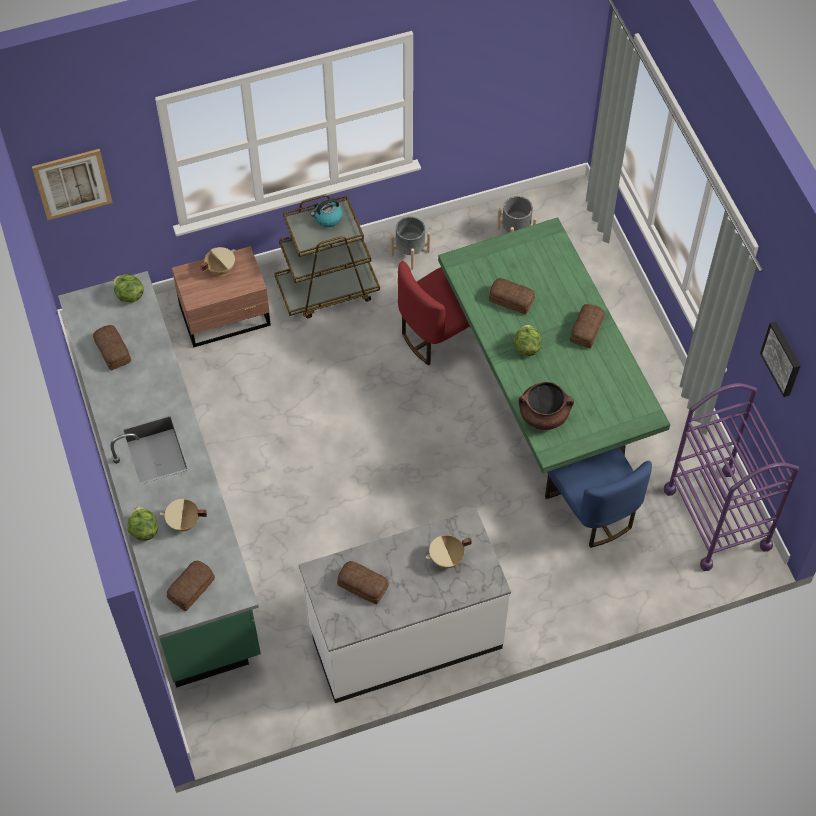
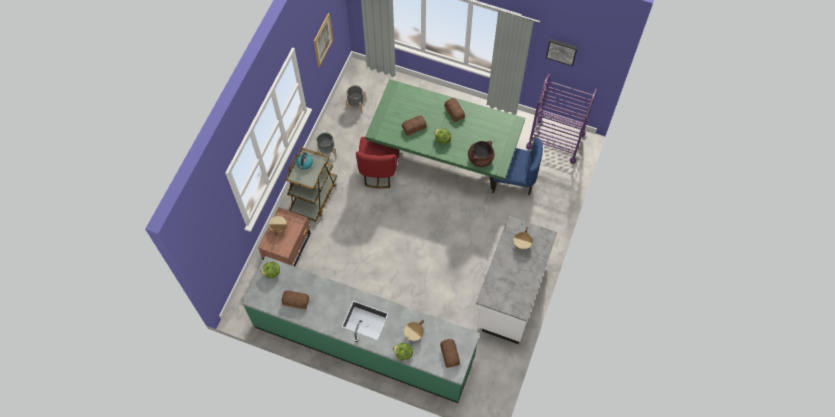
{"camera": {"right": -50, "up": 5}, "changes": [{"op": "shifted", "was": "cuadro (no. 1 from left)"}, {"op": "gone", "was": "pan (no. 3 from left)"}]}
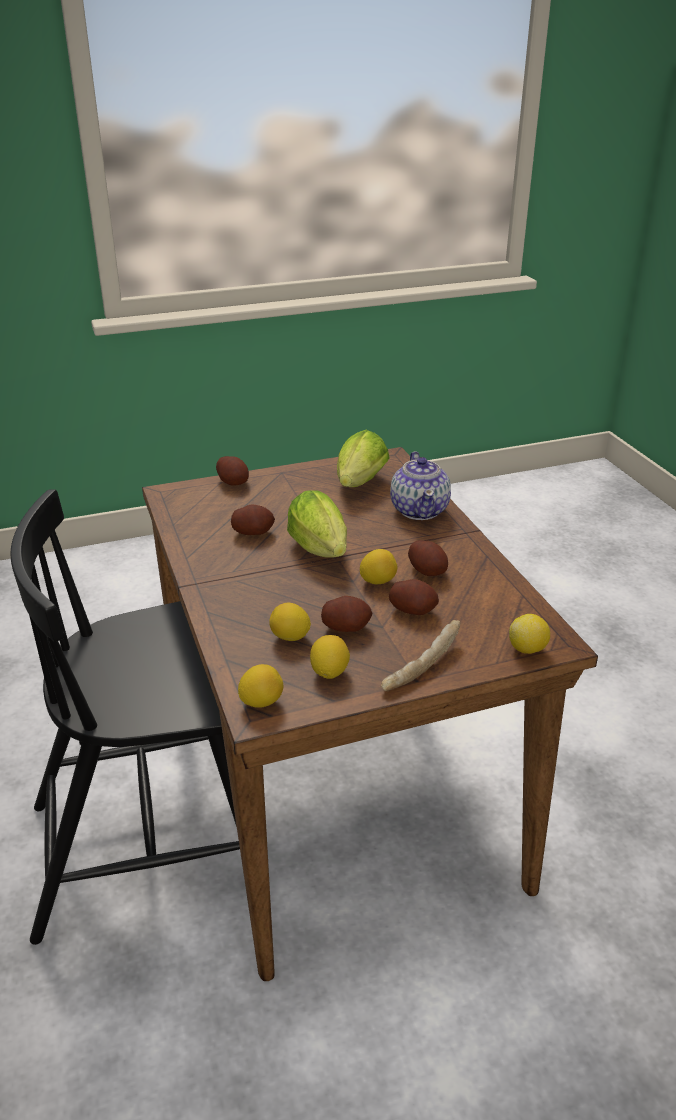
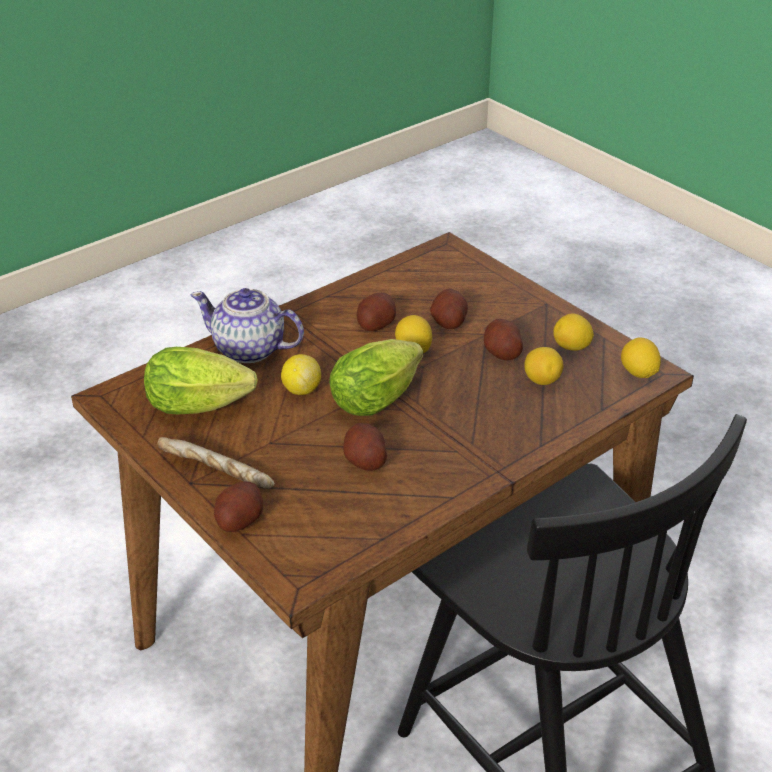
{"camera": {"right": -110, "up": 5}, "changes": [{"op": "rotated", "was": "tetera", "clockwise": -135}, {"op": "shifted", "was": "limón (no. 5 from left in the first image)", "now": "limón (no. 1 from left)"}, {"op": "shifted", "was": "pan"}]}
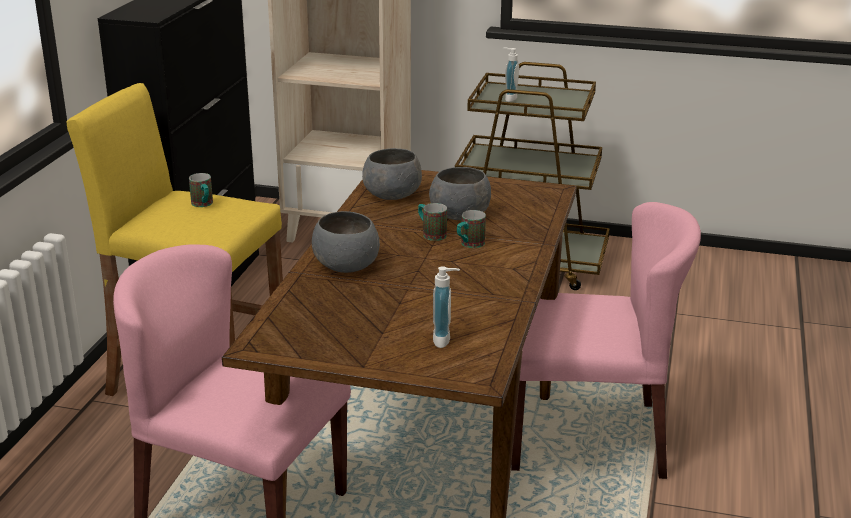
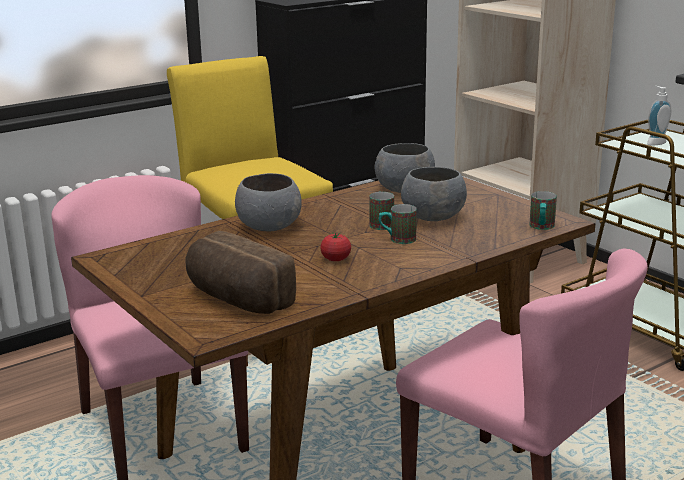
{"camera": {"right": 40, "up": -5}, "changes": [{"op": "shifted", "was": "taza grande (no. 1 from left in the first image)", "now": "taza grande (no. 3 from left)"}, {"op": "swapped", "was": "dispensador de jabón (no. 1 from left)", "now": "pan"}, {"op": "new", "now": "tomate"}]}
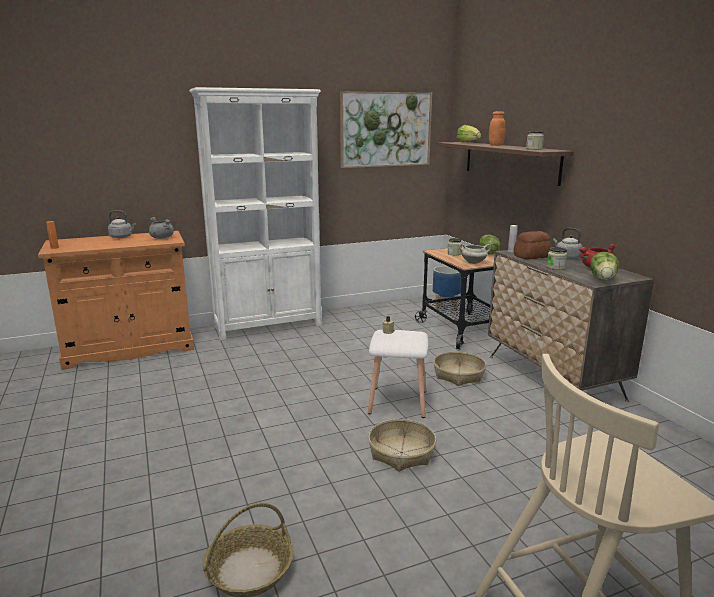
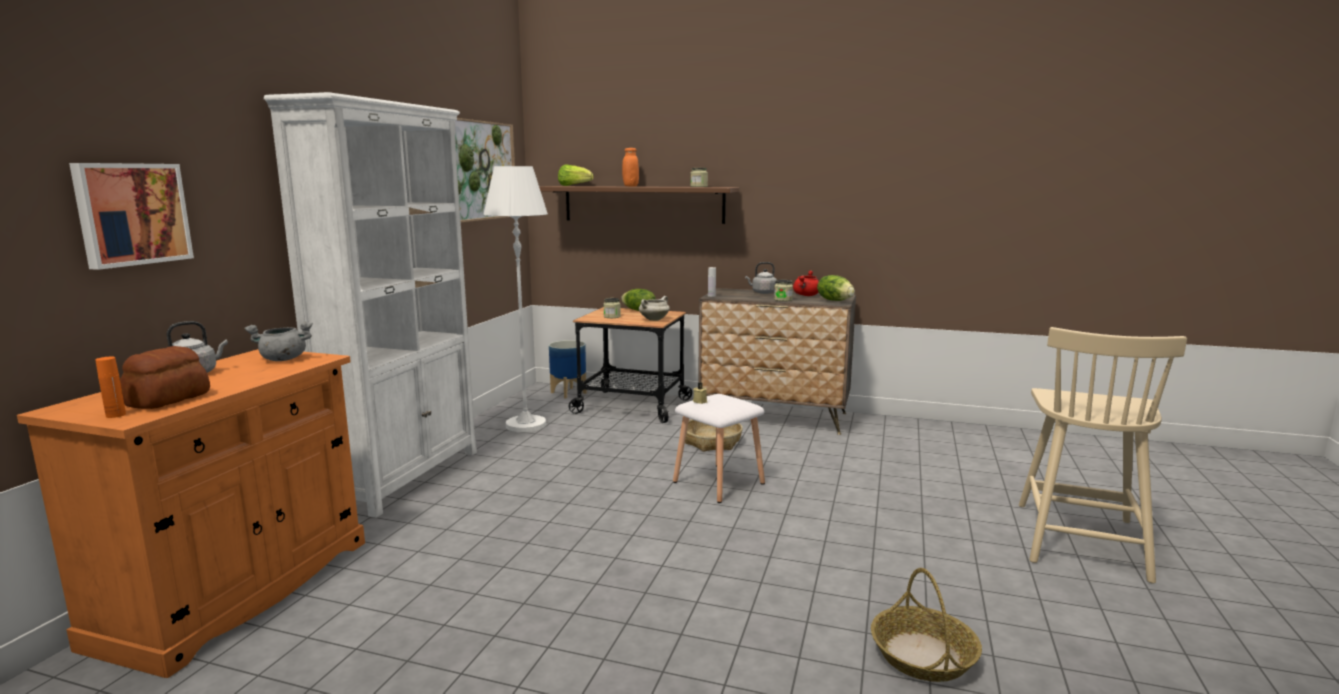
{"camera": {"right": -50, "up": -5}, "changes": [{"op": "shifted", "was": "pan"}, {"op": "gone", "was": "cesta (no. 2 from left)"}, {"op": "new", "now": "cuadro (no. 1 from left)"}, {"op": "new", "now": "lámpara de pie/blanco"}]}
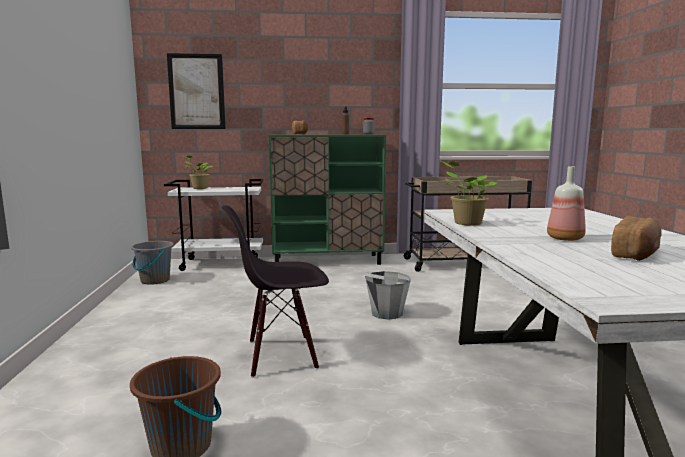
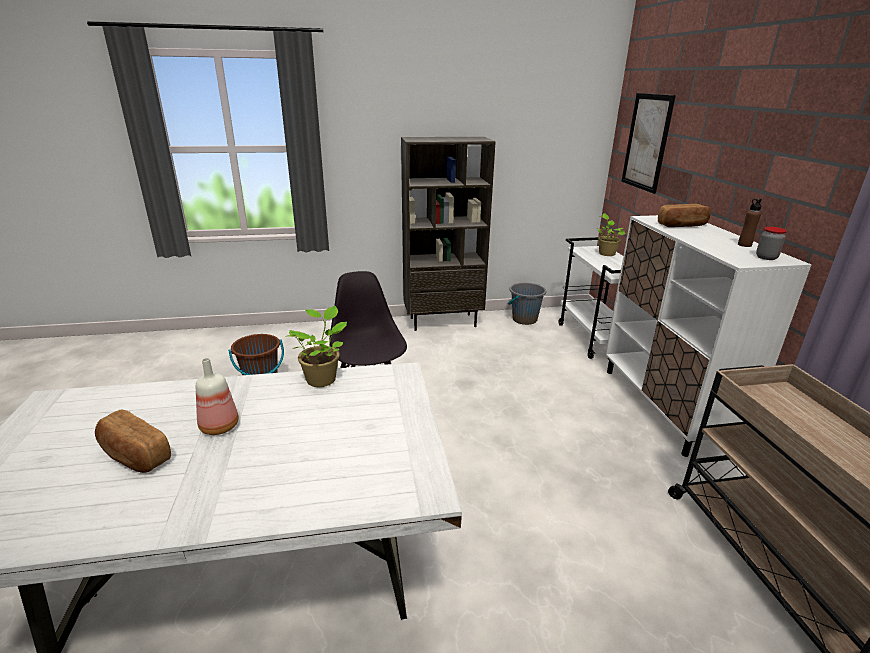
{"camera": {"right": 85, "up": 15}, "changes": [{"op": "repainted", "was": "armario/verde", "now": "armario/blanco"}, {"op": "gone", "was": "cubo/gris (no. 2 from left)"}, {"op": "new", "now": "estantería/marrón"}]}
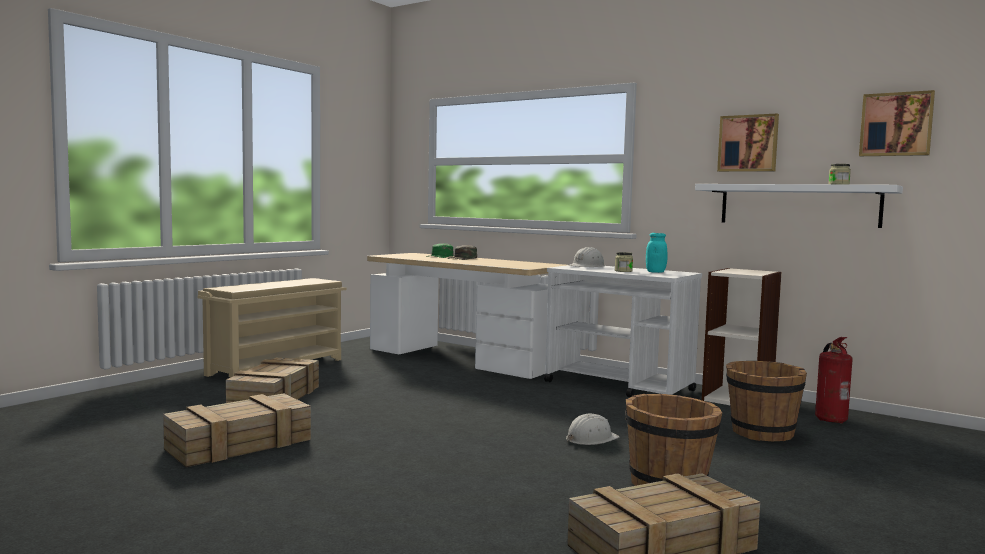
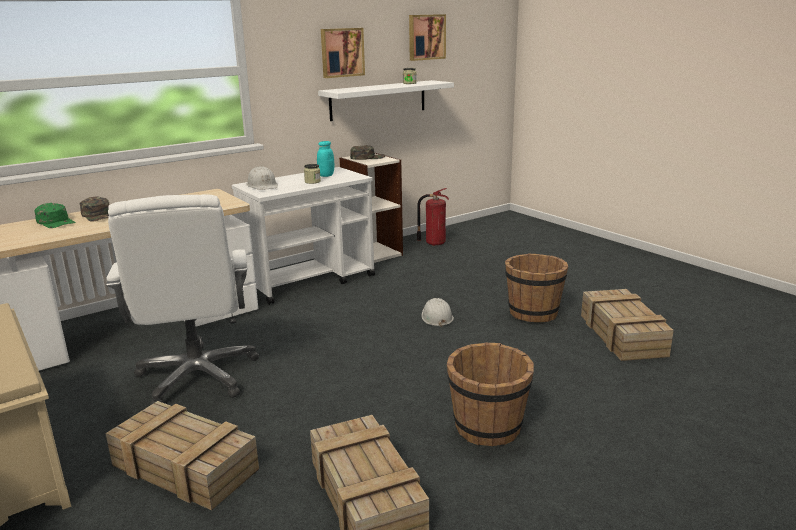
{"camera": {"right": -70, "up": 15}, "changes": [{"op": "shifted", "was": "cubo/marrón (no. 2 from left in the first image)", "now": "cubo/marrón (no. 1 from left)"}, {"op": "new", "now": "gorra/verde (no. 3 from left)"}, {"op": "new", "now": "silla de oficina/blanco"}]}
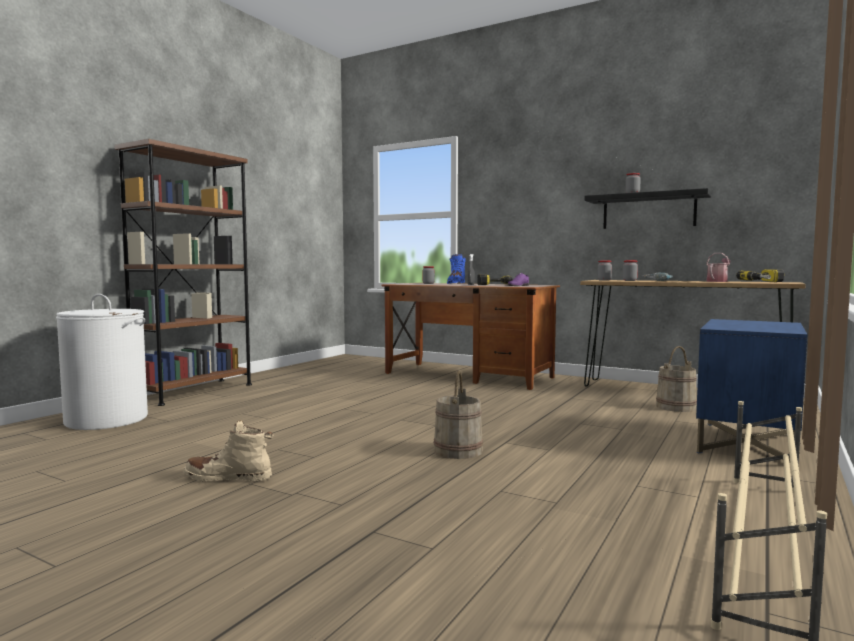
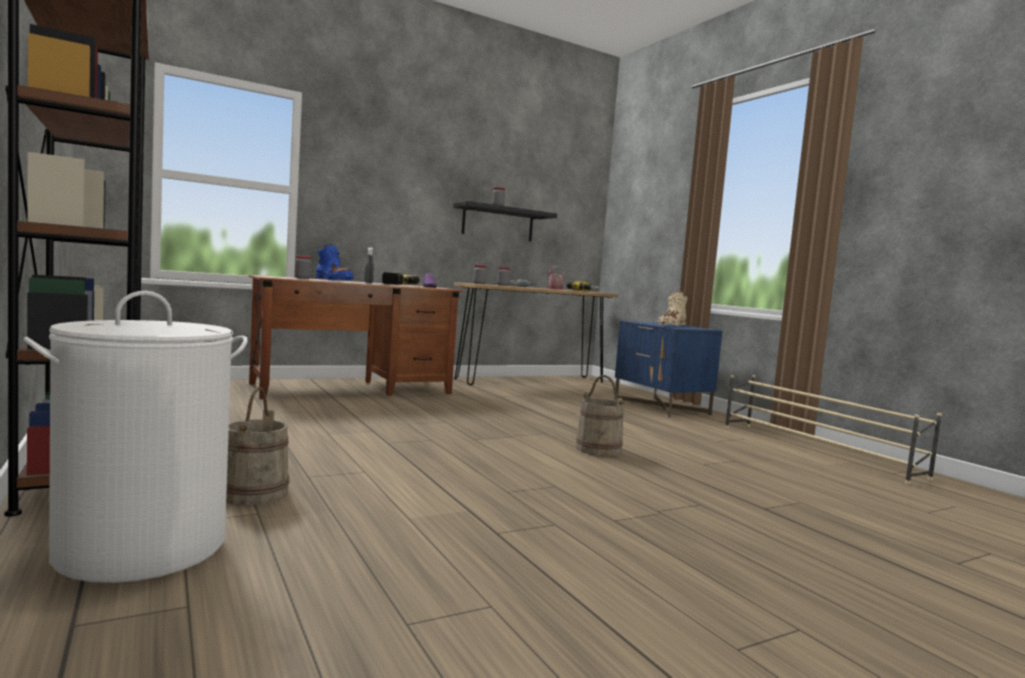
{"camera": {"right": -60, "up": 0}, "changes": [{"op": "shifted", "was": "cubo/beis (no. 2 from left in the first image)", "now": "cubo/beis (no. 1 from left)"}, {"op": "shifted", "was": "bota/beis"}]}
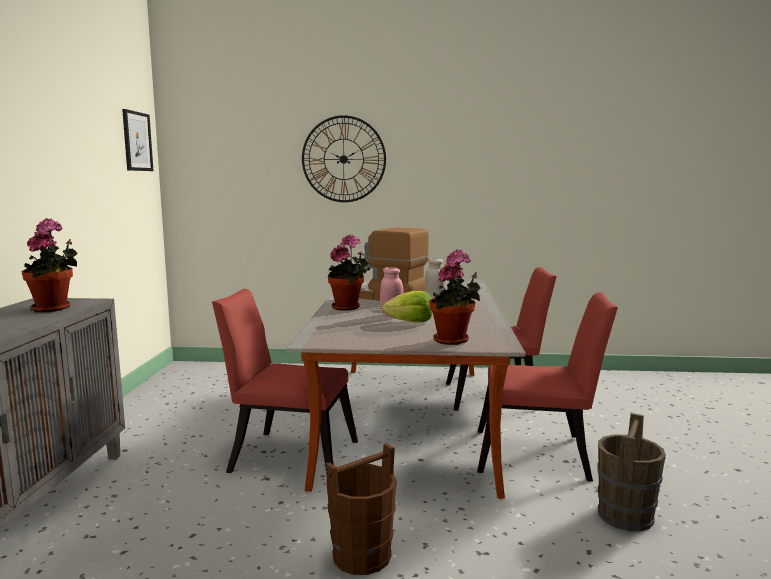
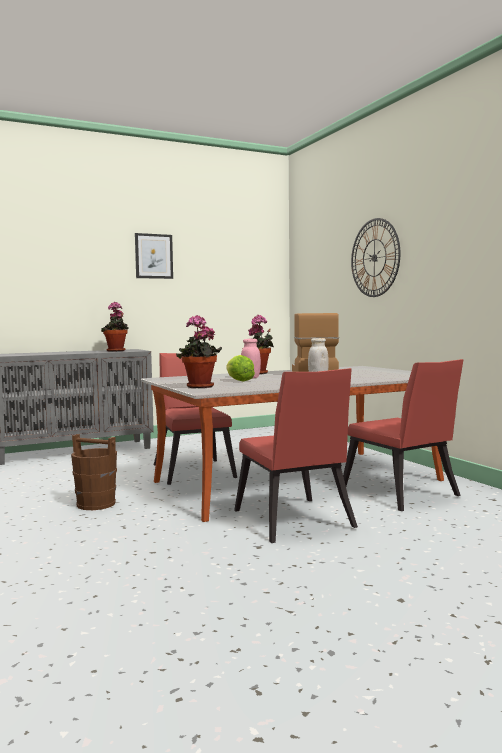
{"camera": {"right": 60, "up": -5}, "changes": [{"op": "shifted", "was": "cuadro"}, {"op": "gone", "was": "cubo/marrón (no. 2 from left)"}]}
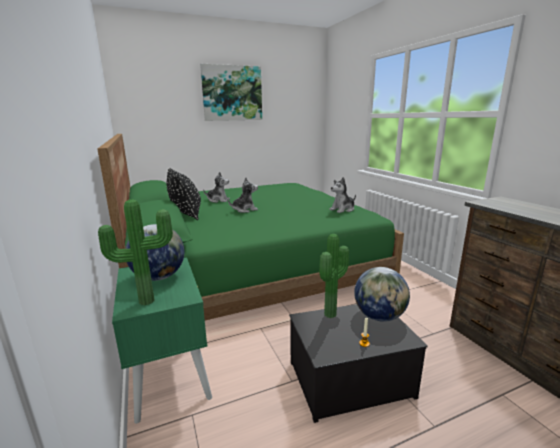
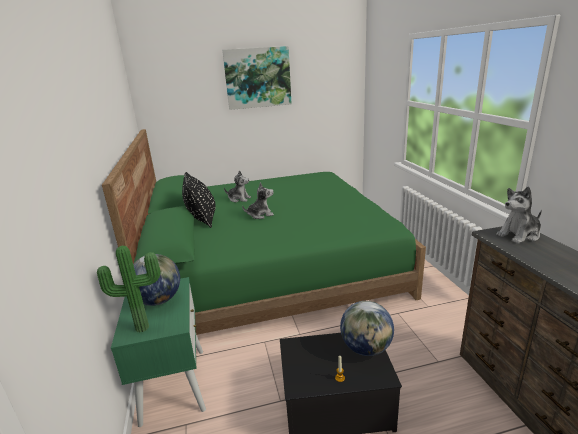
{"camera": {"right": 10, "up": 5}, "changes": [{"op": "shifted", "was": "peluche (no. 3 from left)"}, {"op": "gone", "was": "planta en maceta (no. 2 from left)"}]}
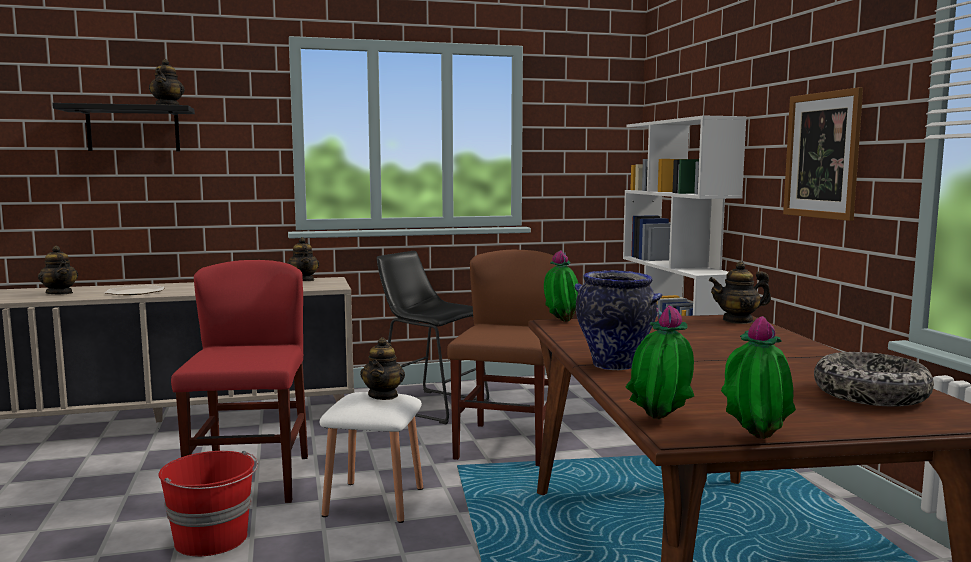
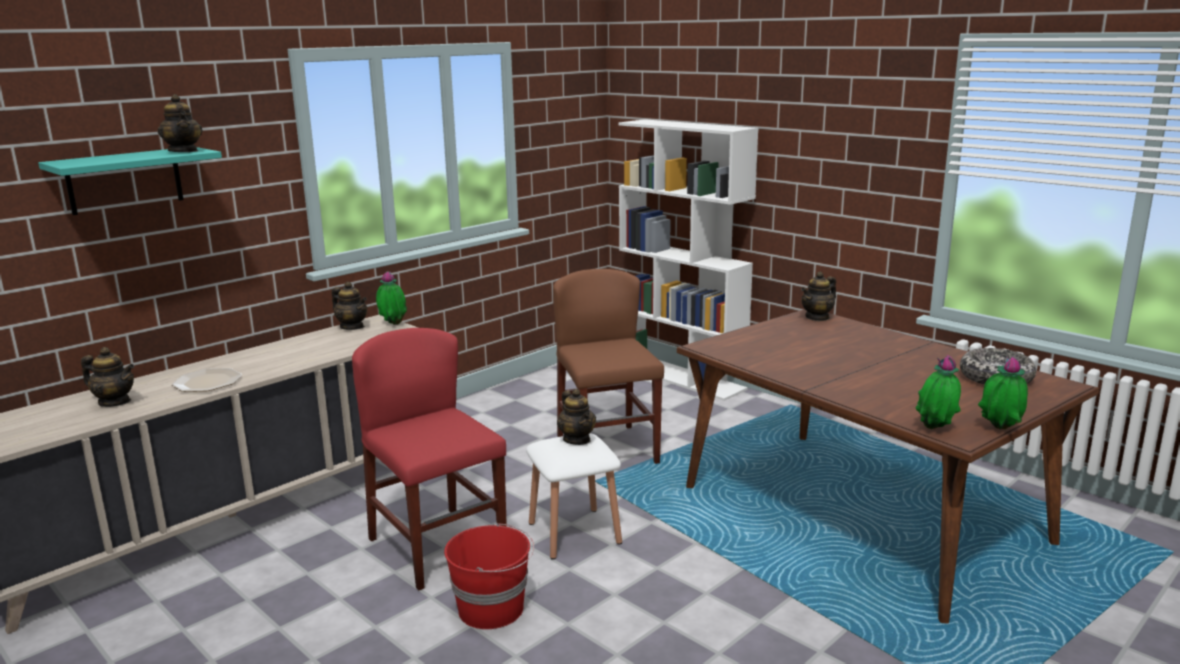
{"camera": {"right": -30, "up": 10}, "changes": [{"op": "gone", "was": "cuadro"}, {"op": "repainted", "was": "estante/negro", "now": "estante/turquesa"}, {"op": "shifted", "was": "planta en maceta (no. 1 from left)"}, {"op": "gone", "was": "taburete/negro"}, {"op": "gone", "was": "florero"}]}
